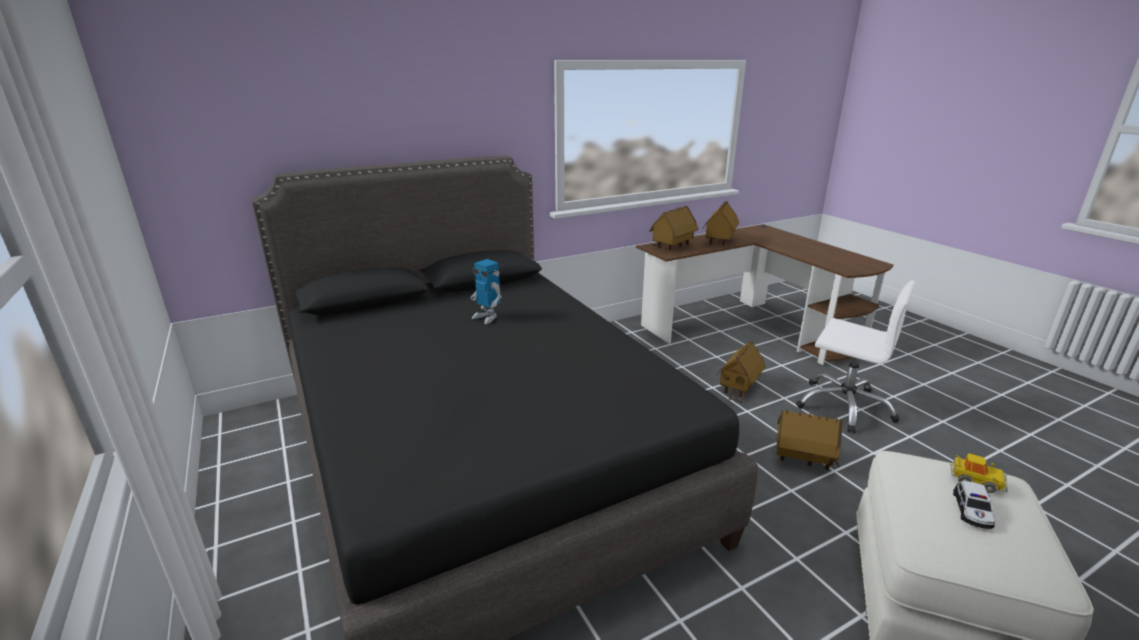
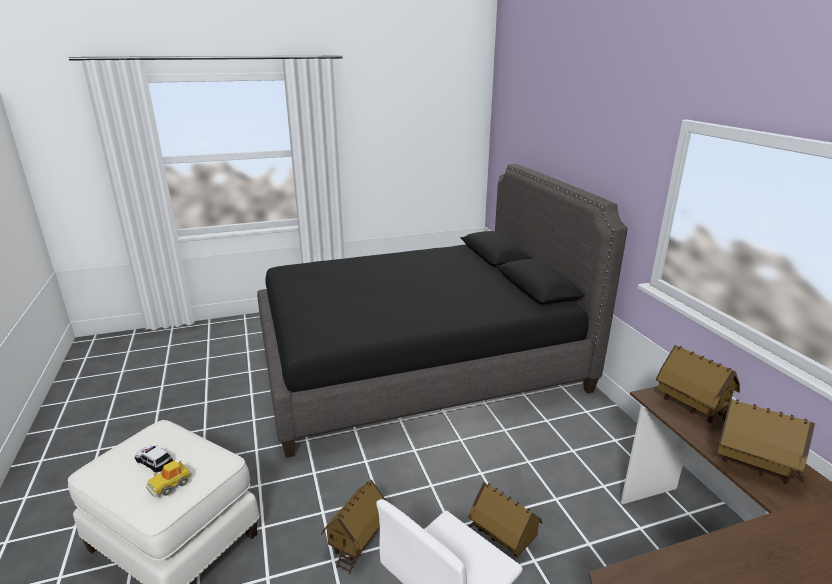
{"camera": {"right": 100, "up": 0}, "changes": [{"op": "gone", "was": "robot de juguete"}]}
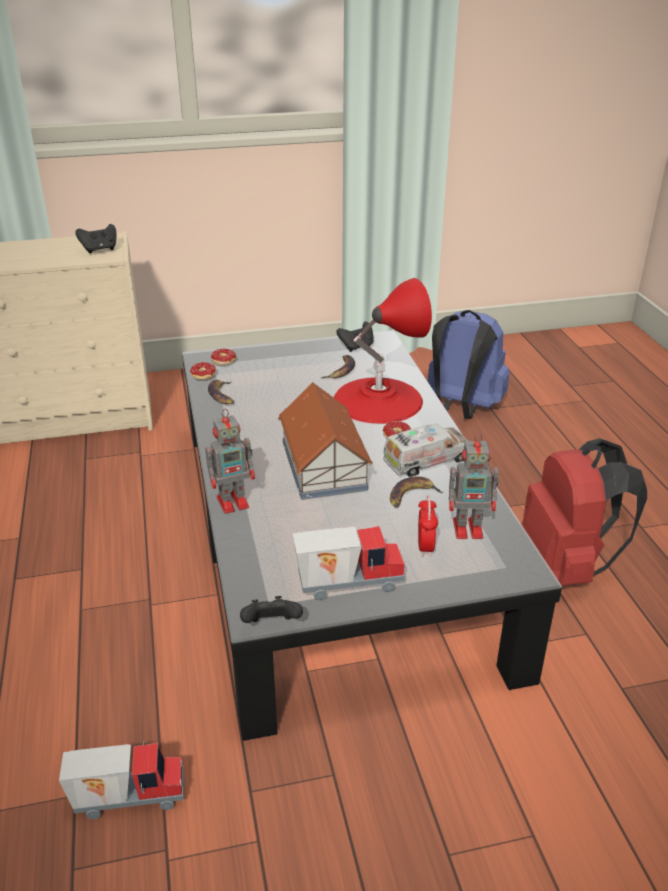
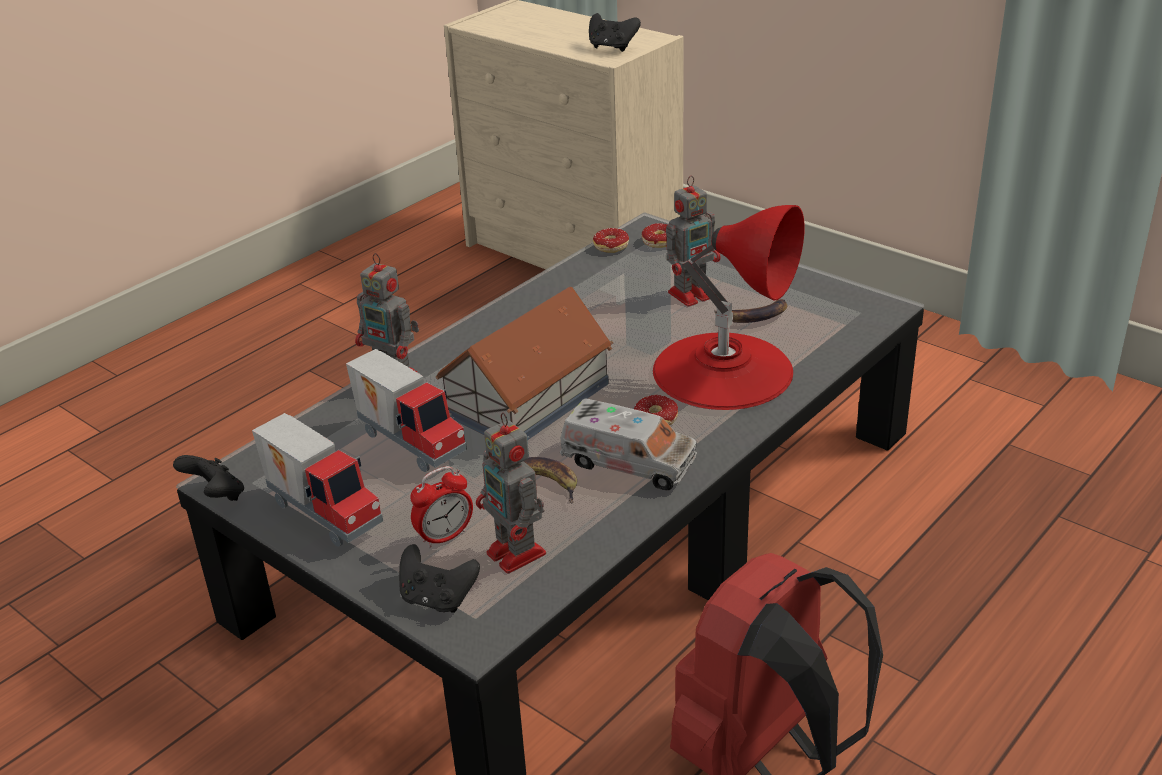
{"camera": {"right": 55, "up": 0}, "changes": [{"op": "gone", "was": "mochila/azul"}, {"op": "shifted", "was": "mando de consola/negro (no. 3 from left in the first image)", "now": "mando de consola/negro (no. 2 from left)"}, {"op": "gone", "was": "plátano (no. 1 from left)"}, {"op": "shifted", "was": "camión de juguete (no. 1 from left in the first image)", "now": "camión de juguete (no. 2 from left)"}, {"op": "new", "now": "robot de juguete (no. 3 from left)"}]}
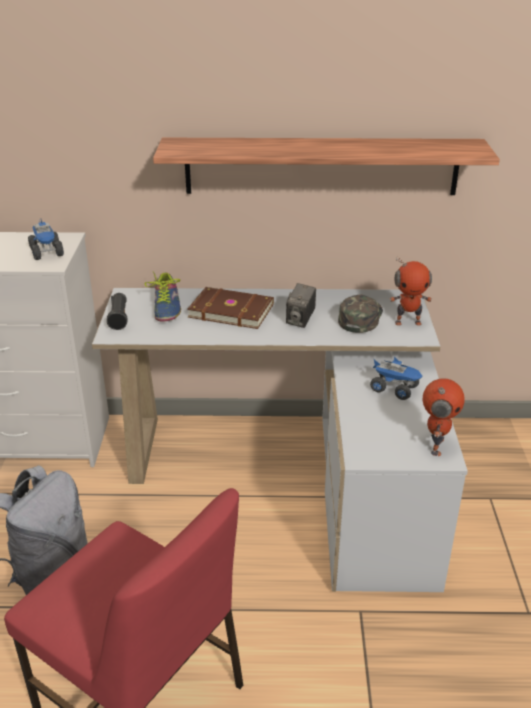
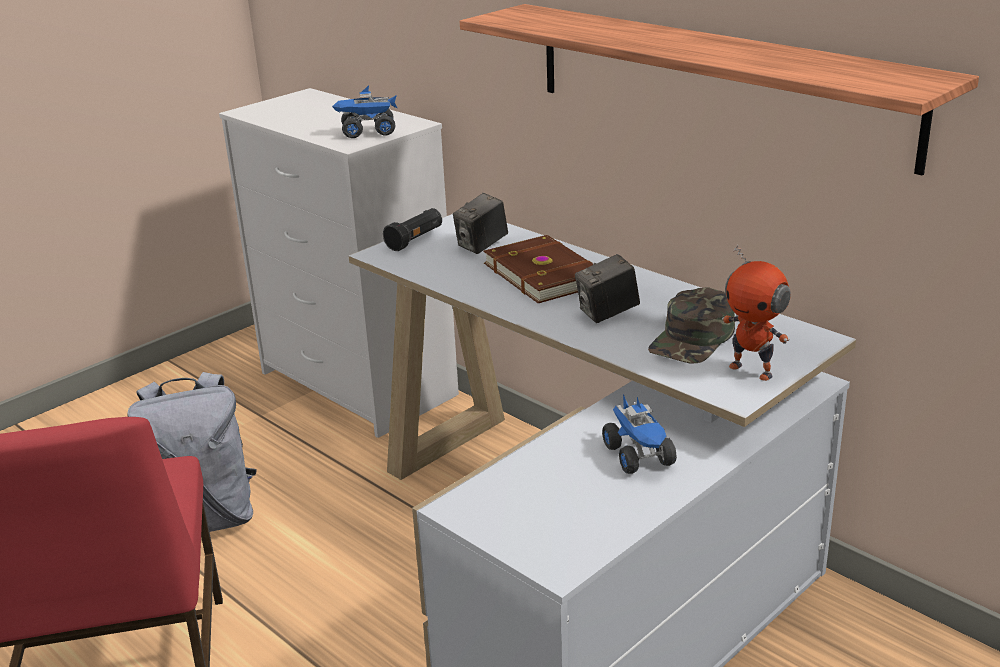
{"camera": {"right": 45, "up": -5}, "changes": [{"op": "rotated", "was": "camión de juguete (no. 1 from left)", "clockwise": 60}, {"op": "swapped", "was": "zapato", "now": "cámara (no. 1 from left)"}, {"op": "rotated", "was": "gorra/verde", "clockwise": 150}, {"op": "gone", "was": "robot de juguete (no. 2 from left)"}]}
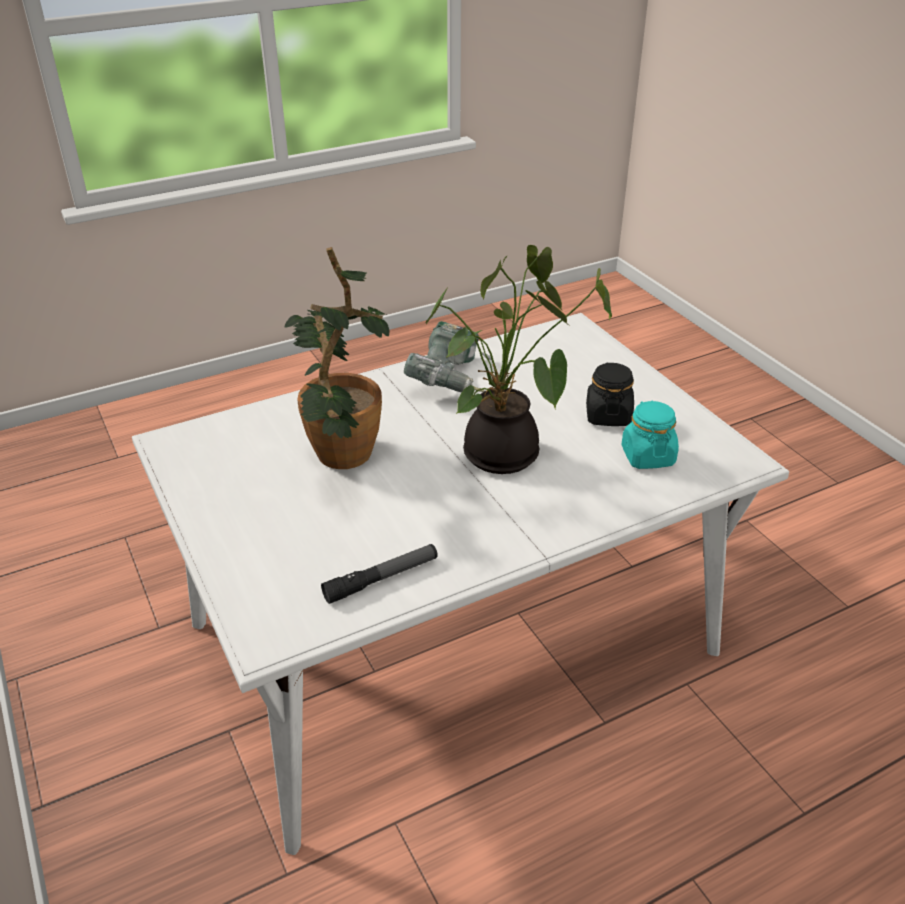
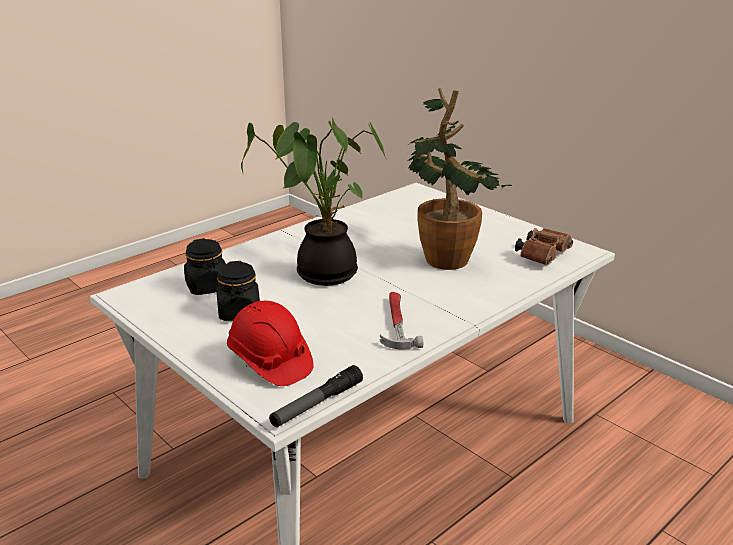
{"camera": {"right": 165, "up": -10}, "changes": [{"op": "swapped", "was": "taladro", "now": "martillo"}, {"op": "repainted", "was": "tarro/turquesa", "now": "tarro/negro (no. 1 from left)"}, {"op": "shifted", "was": "linterna"}, {"op": "new", "now": "prismáticos/marrón"}, {"op": "new", "now": "casco/rojo"}]}
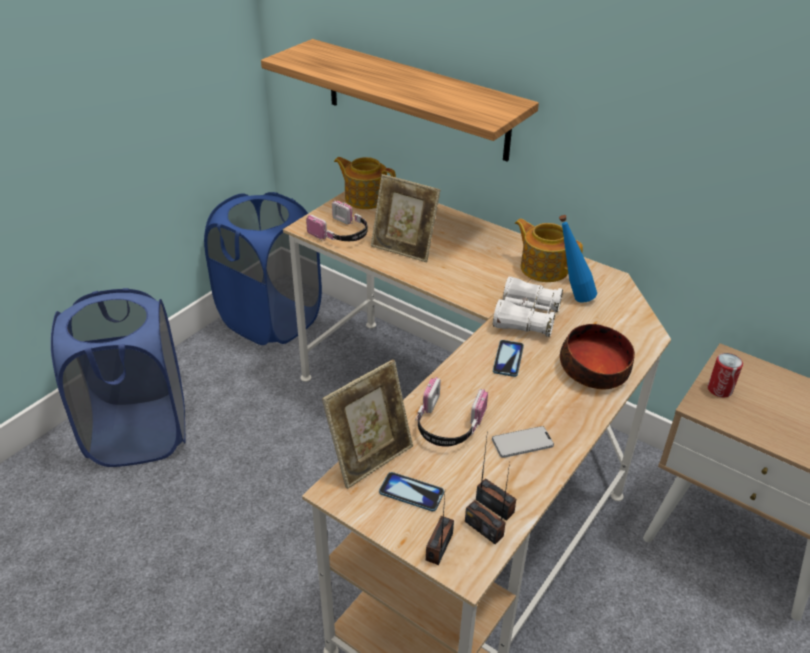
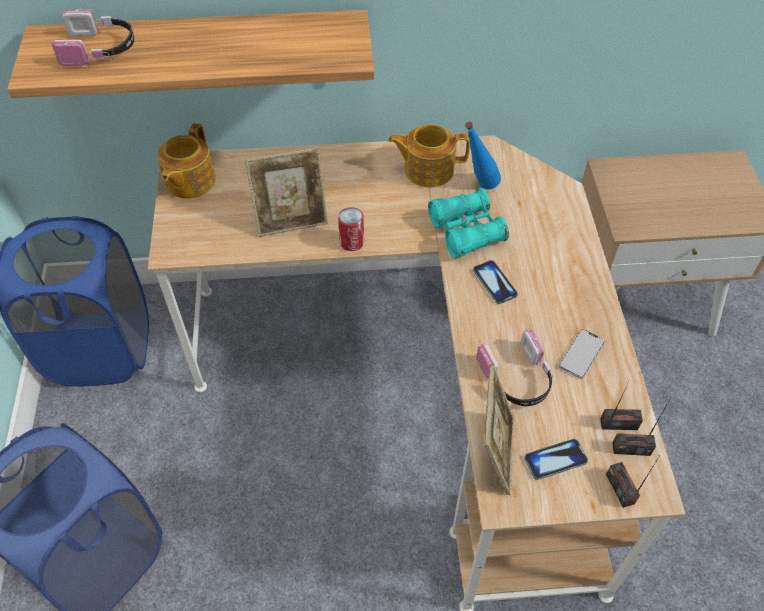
{"camera": {"right": -40, "up": 15}, "changes": [{"op": "rotated", "was": "tetera (no. 1 from left)", "clockwise": -60}, {"op": "shifted", "was": "auriculares (no. 1 from left)"}, {"op": "repainted", "was": "prismáticos/blanco", "now": "prismáticos/turquesa"}, {"op": "gone", "was": "cuenco"}, {"op": "shifted", "was": "lata"}]}
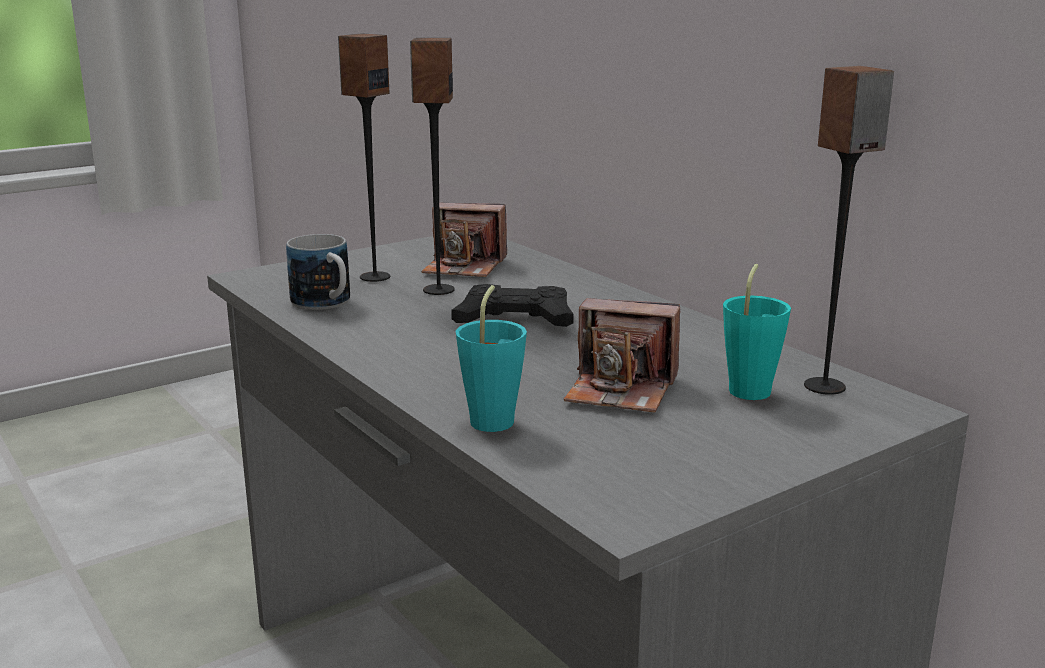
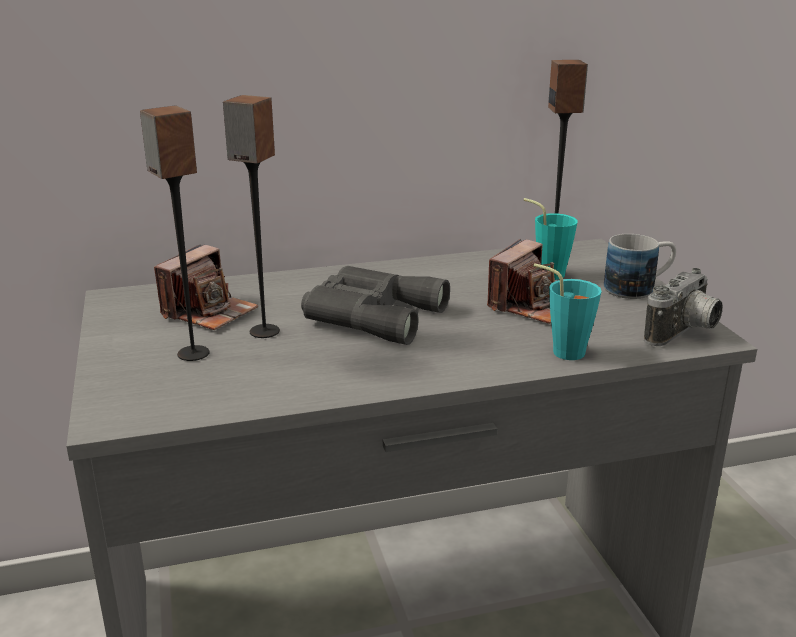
{"camera": {"right": -70, "up": 5}, "changes": [{"op": "shifted", "was": "taza grande"}, {"op": "swapped", "was": "mando de consola/negro", "now": "prismáticos/gris"}, {"op": "new", "now": "cámara (no. 3 from left)"}]}
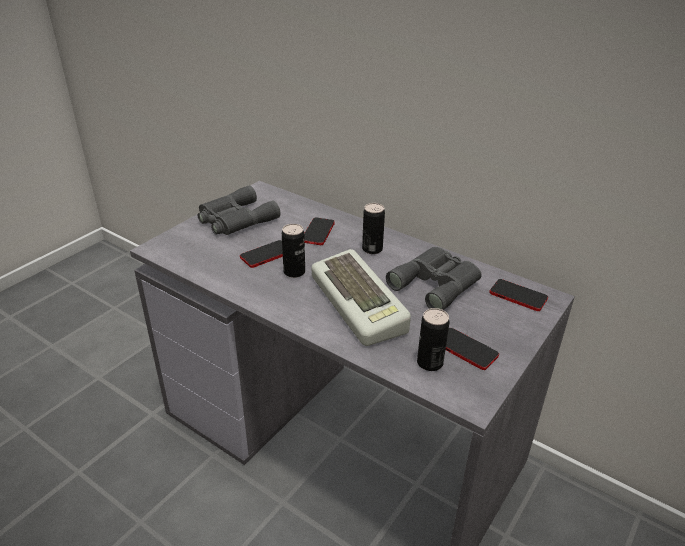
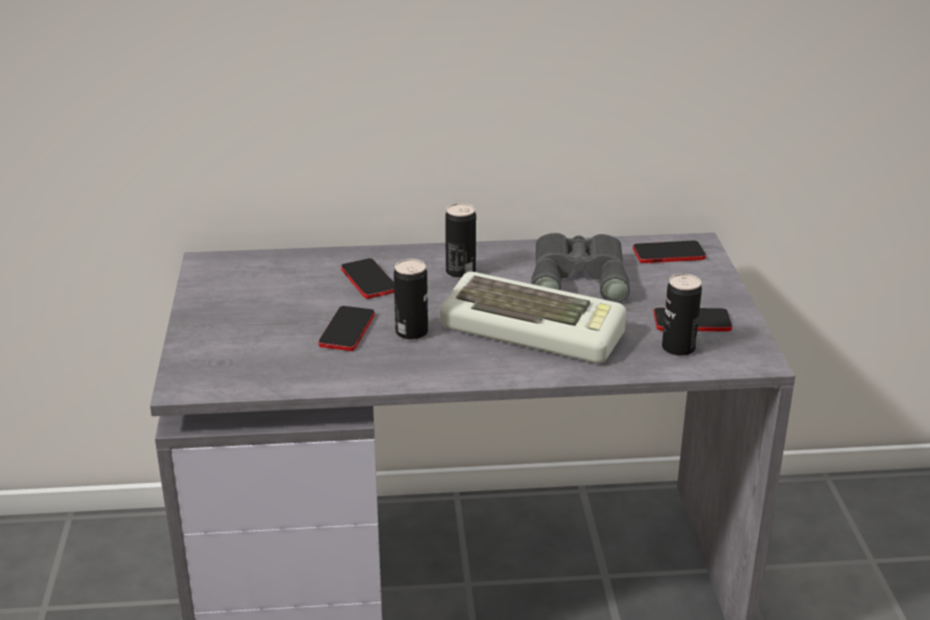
{"camera": {"right": -40, "up": -5}, "changes": [{"op": "gone", "was": "prismáticos/gris (no. 1 from left)"}]}
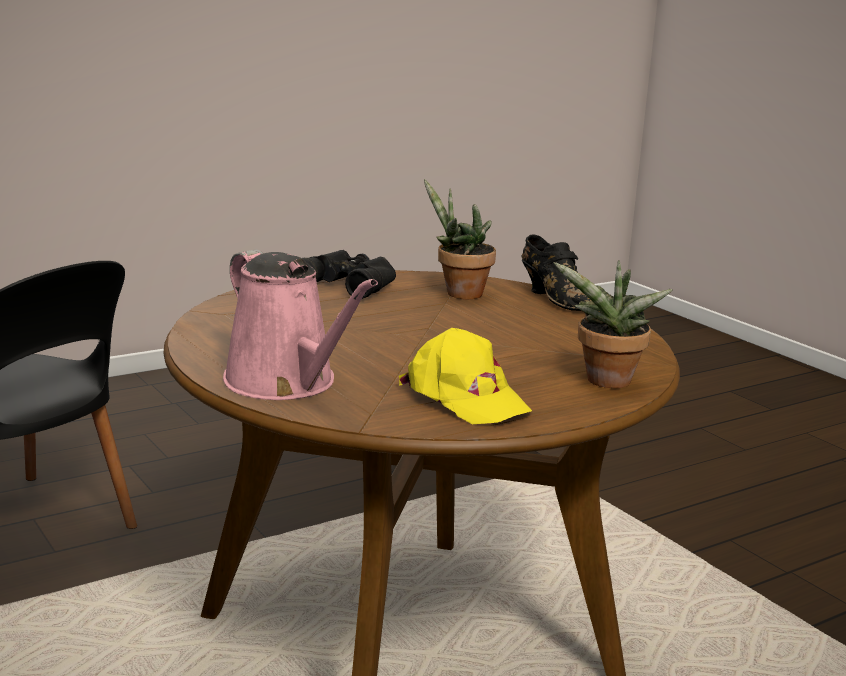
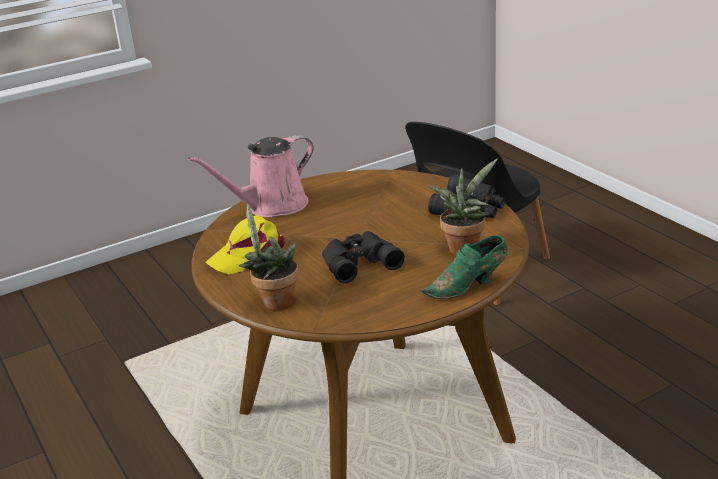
{"camera": {"right": 95, "up": 10}, "changes": [{"op": "repainted", "was": "zapato/negro", "now": "zapato/verde"}, {"op": "new", "now": "prismáticos/negro (no. 1 from left)"}]}
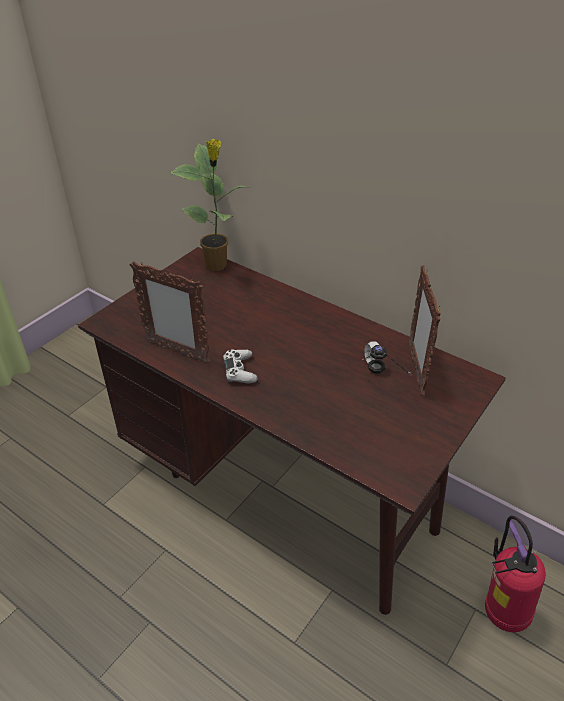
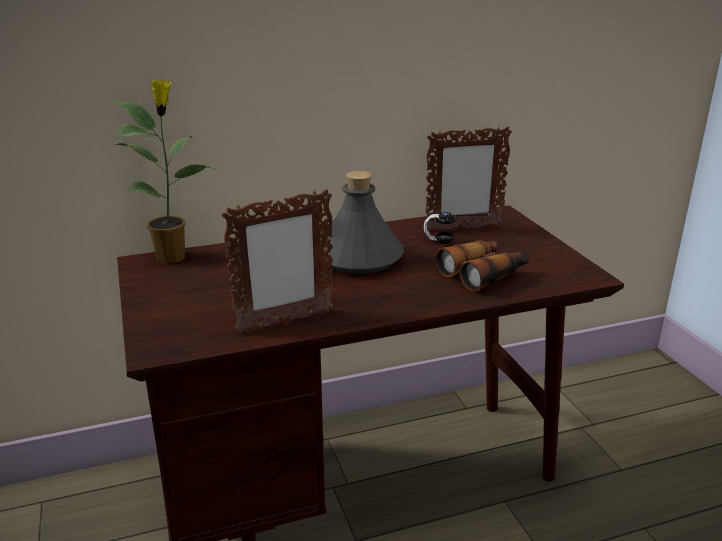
{"camera": {"right": -55, "up": -15}, "changes": [{"op": "rotated", "was": "portarretratos (no. 2 from left)", "clockwise": -45}, {"op": "gone", "was": "mando de consola/blanco"}, {"op": "gone", "was": "extintor"}, {"op": "new", "now": "botella/gris"}, {"op": "new", "now": "prismáticos"}]}
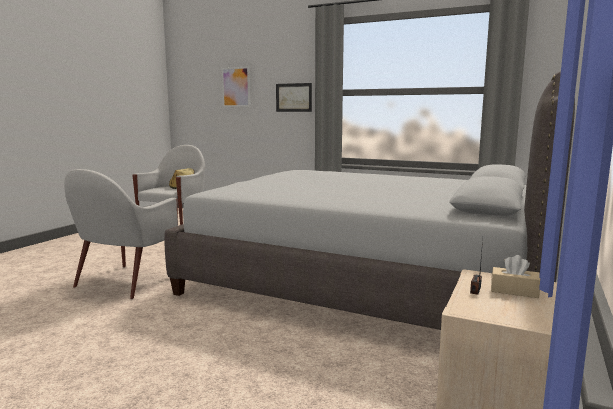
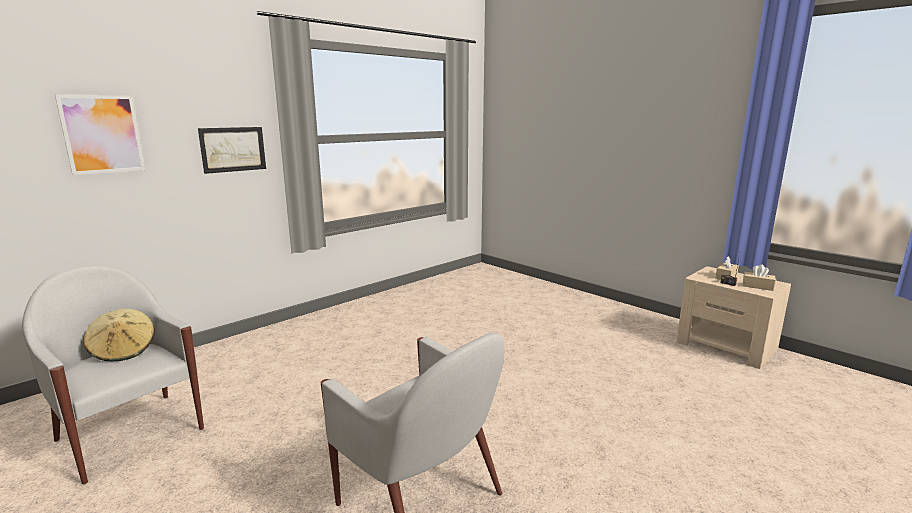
{"camera": {"right": -70, "up": 5}, "changes": [{"op": "gone", "was": "cama/gris"}, {"op": "new", "now": "caja de pañuelos/beis (no. 2 from left)"}]}
